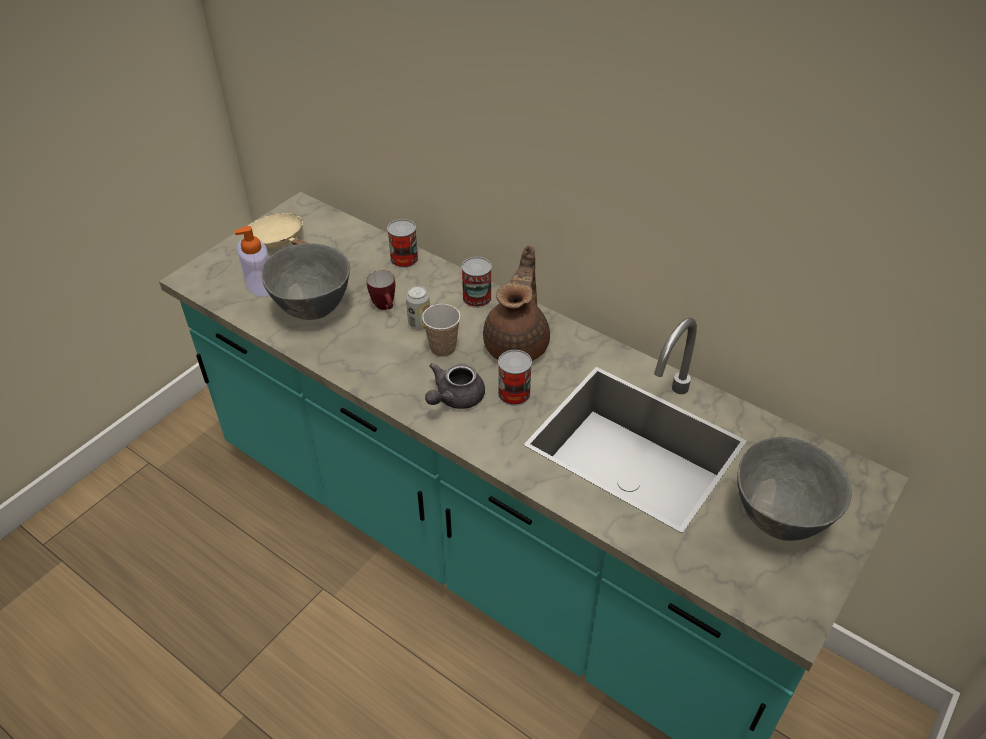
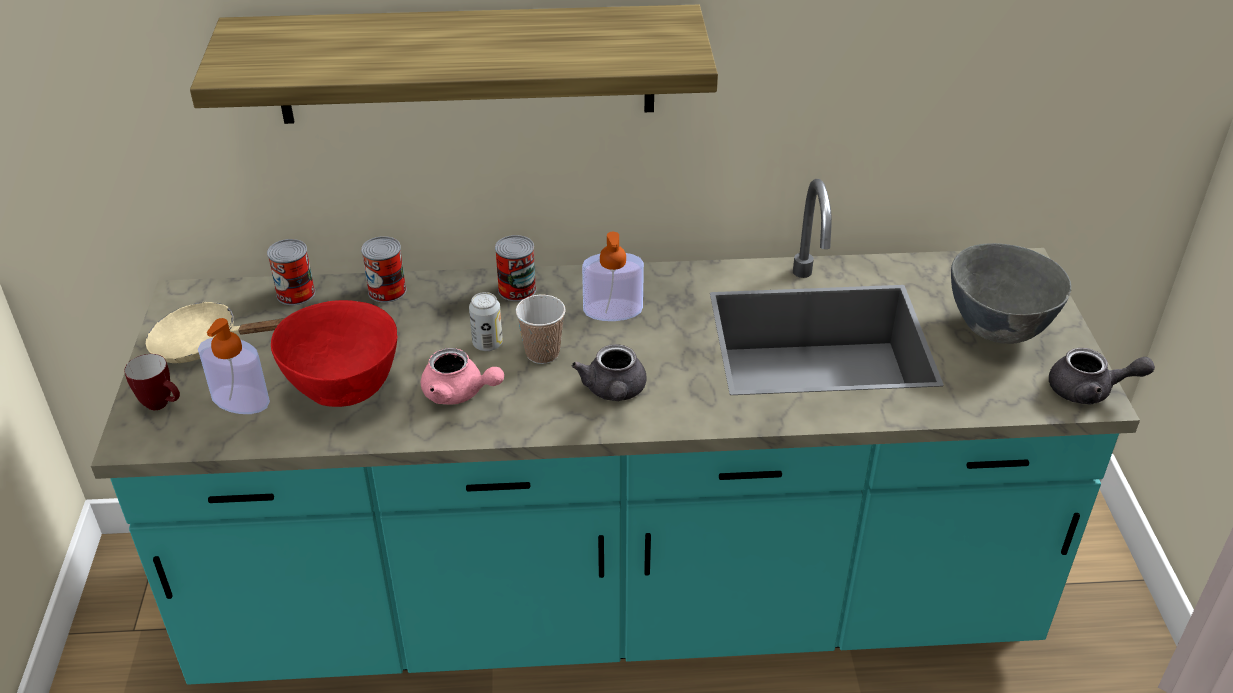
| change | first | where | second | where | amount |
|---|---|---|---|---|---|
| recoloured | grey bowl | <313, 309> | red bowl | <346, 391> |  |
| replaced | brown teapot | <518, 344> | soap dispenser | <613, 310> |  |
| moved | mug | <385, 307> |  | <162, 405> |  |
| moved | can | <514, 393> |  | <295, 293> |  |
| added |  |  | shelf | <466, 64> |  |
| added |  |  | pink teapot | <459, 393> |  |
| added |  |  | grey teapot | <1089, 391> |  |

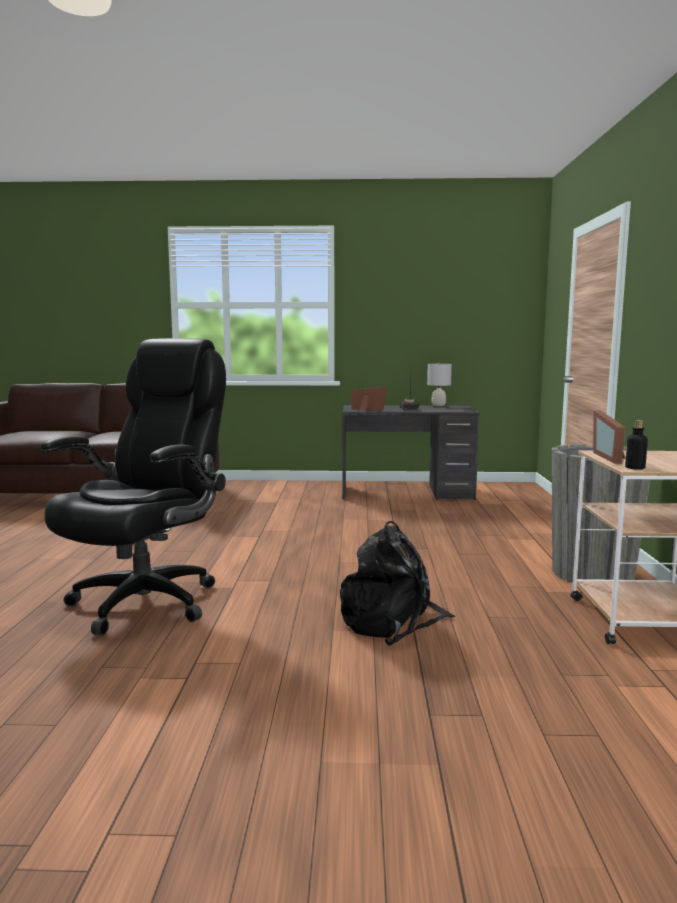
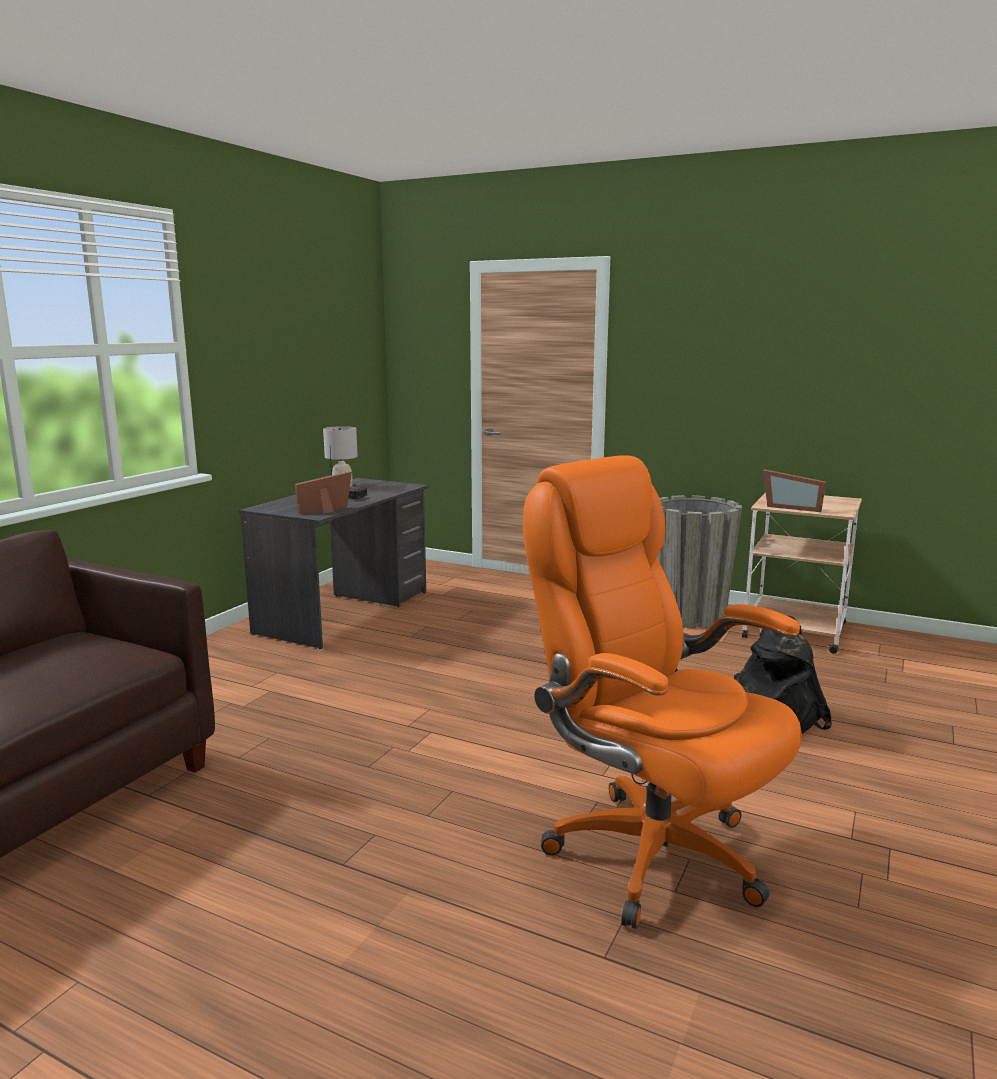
| change | first | where | second | where | amount |
|---|---|---|---|---|---|
| recoloured | black office chair | <147, 602> | orange office chair | <651, 853> |  |
| removed | bottle | <635, 468> |  |  |  |

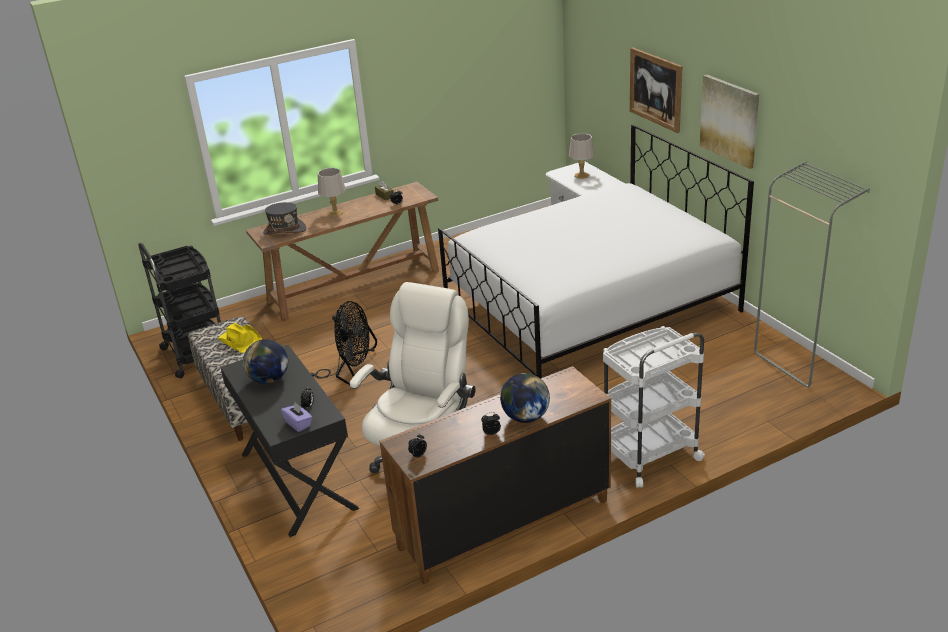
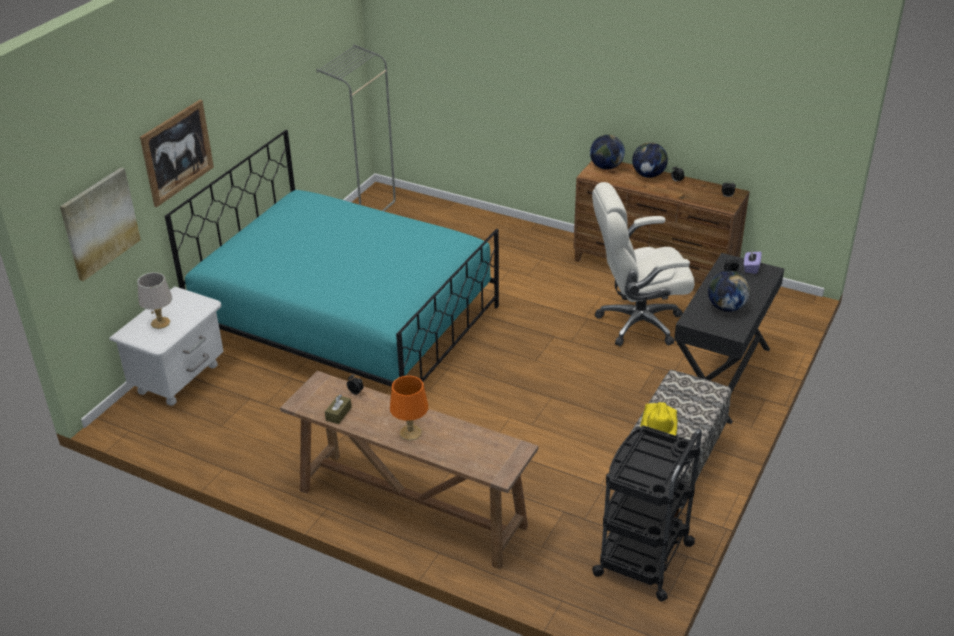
| change | first | where | second | where | amount |
|---|---|---|---|---|---|
| moved | picture | <729, 120> |  | <100, 223> |  |
| recoloured | white bed | <591, 308> | turquoise bed | <346, 323> |  |
| recoloured | grey table lamp | <335, 212> | orange table lamp | <410, 432> |  |
| removed | grey hat | <285, 230> |  |  |  |
| removed | black fan | <350, 369> |  |  |  |
| removed | white cart | <649, 455> |  |  |  |
| added |  |  | globe | <606, 167> |  |

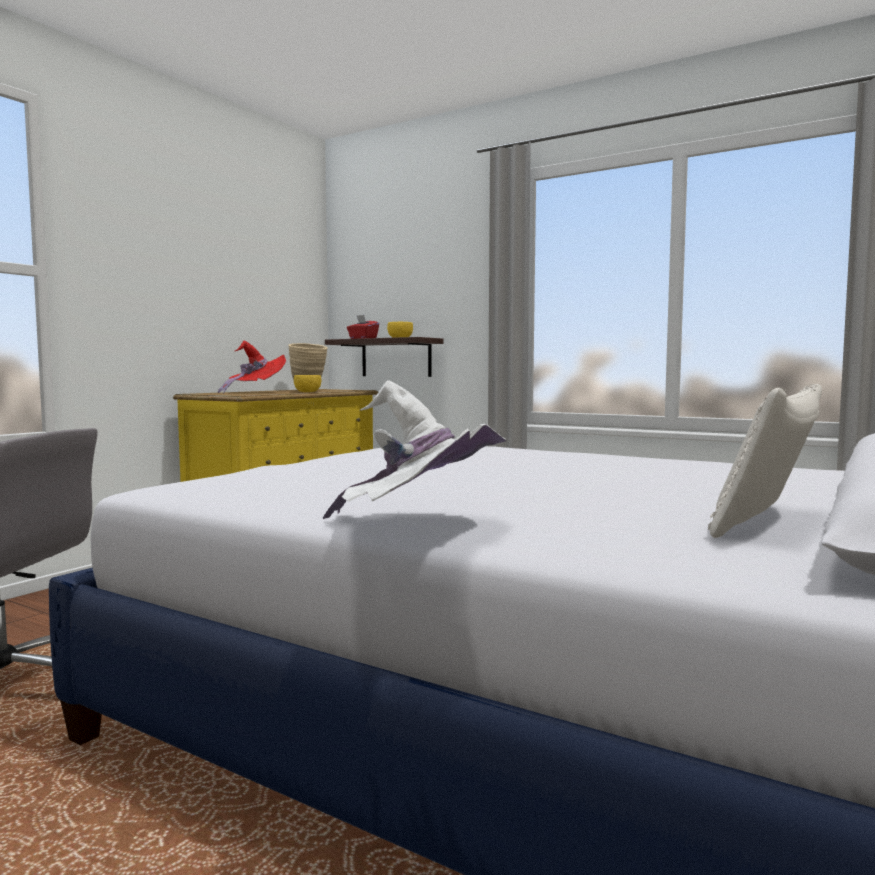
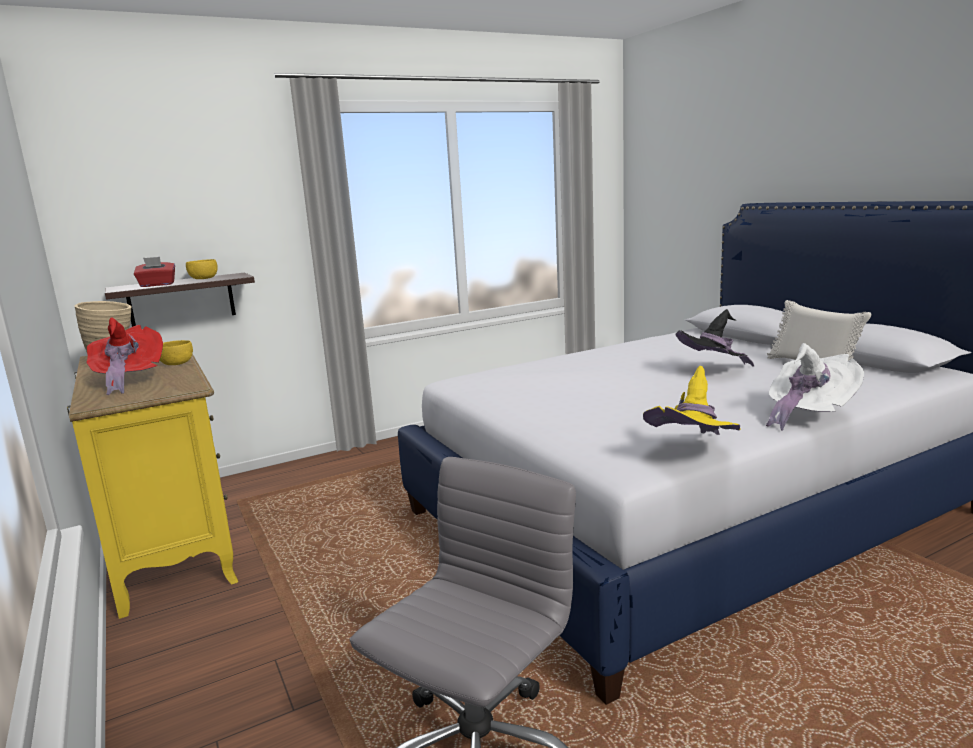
| change | first | where | second | where | amount |
|---|---|---|---|---|---|
| added |  |  | black hat | <713, 372> |  |
| added |  |  | yellow hat | <694, 455> |  |

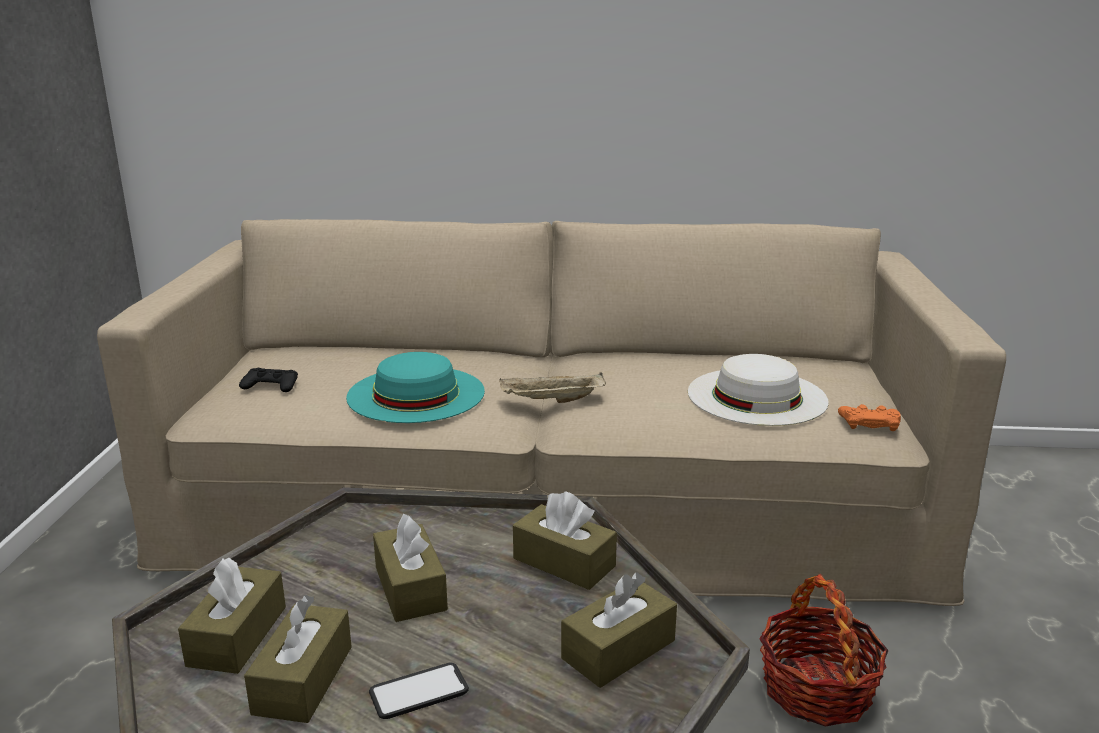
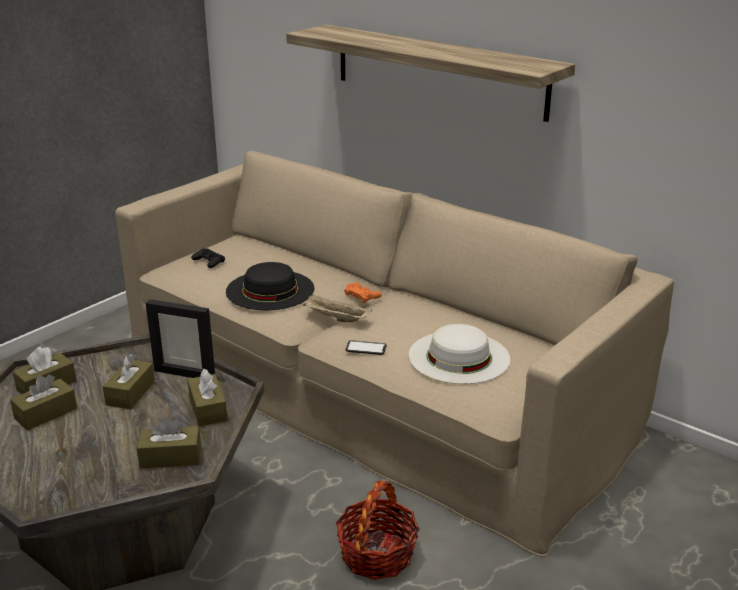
| change | first | where | second | where | amount |
|---|---|---|---|---|---|
| recoloured | turquoise hat | <416, 394> | black hat | <270, 290> |  |
| moved | orange game controller | <869, 422> |  | <362, 295> |  |
| moved | phone | <419, 692> |  | <366, 348> |  |
| added |  |  | shelf | <438, 71> |  |
| added |  |  | picture frame | <185, 373> |  |

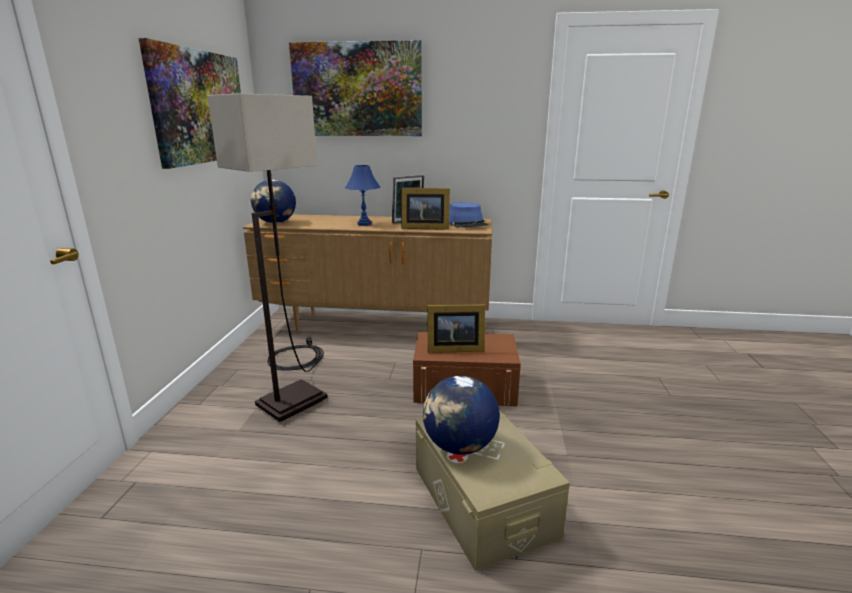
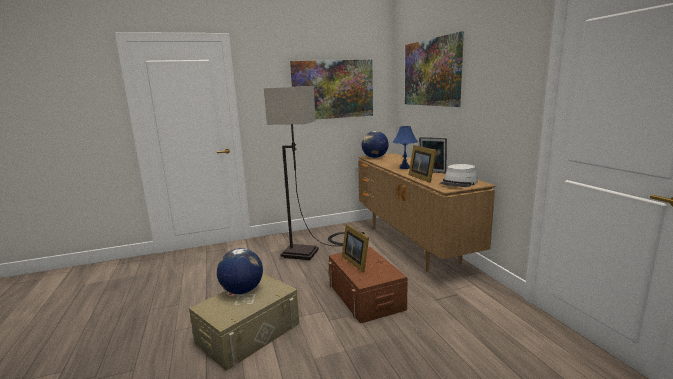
| change | first | where | second | where | amount |
|---|---|---|---|---|---|
| recoloured | blue hat | <467, 224> | grey hat | <459, 183> |  |

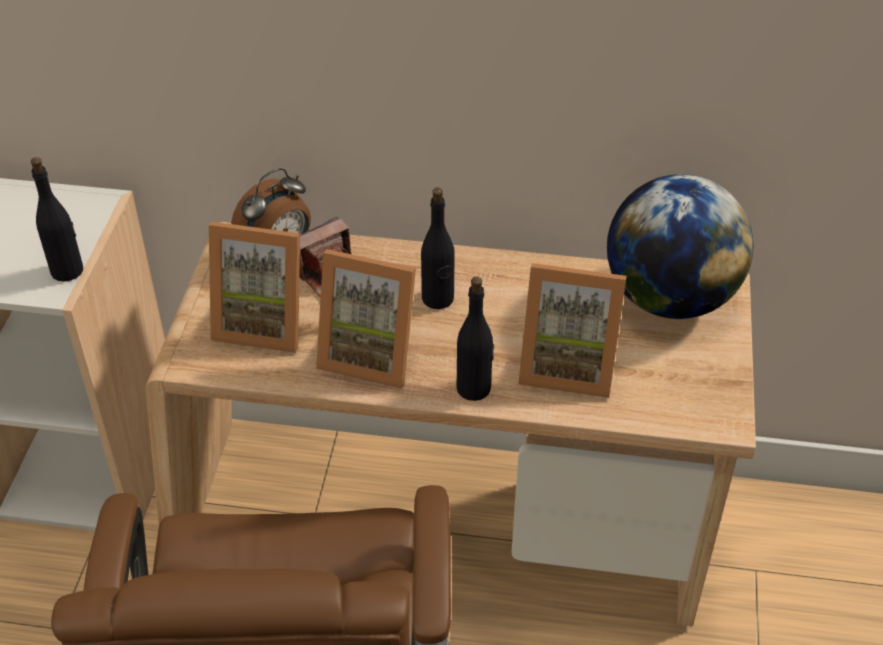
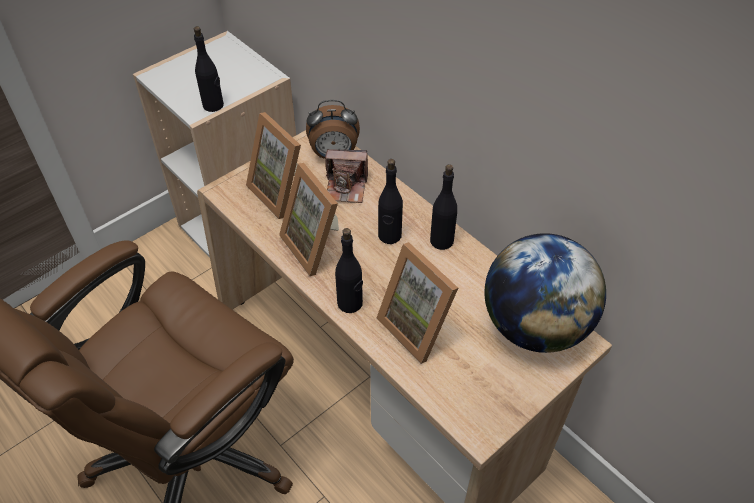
| change | first | where | second | where | amount |
|---|---|---|---|---|---|
| added |  |  | black bottle | <441, 240> |  |

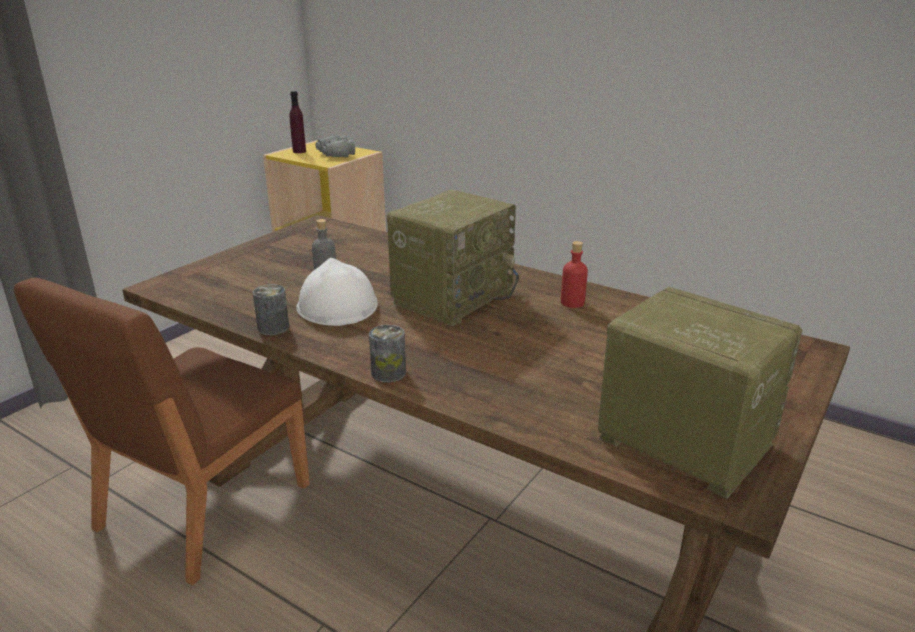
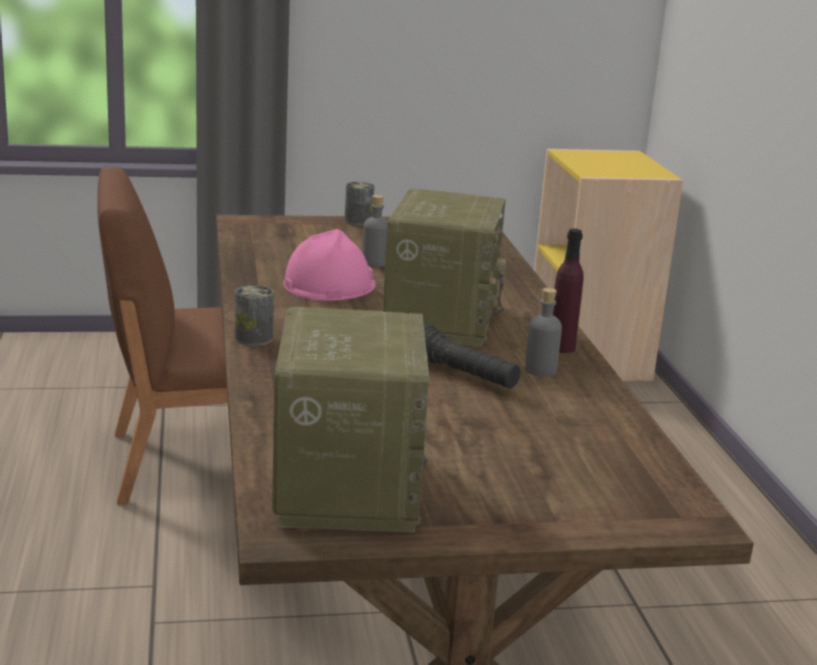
| change | first | where | second | where | amount |
|---|---|---|---|---|---|
| moved | purple bottle | <299, 151> |  | <561, 347> |  |
| removed | grey binoculars | <335, 154> |  |  |  |
| turned | radio | <453, 297> |  | <440, 318> | 75 degrees counterclockwise |
| recoloured | red bottle | <572, 302> | grey bottle | <540, 370> |  |
| recoloured | white hard hat | <337, 306> | pink hard hat | <329, 285> |  |
| moved | can | <273, 328> |  | <358, 221> |  |
| added |  |  | black flashlight | <462, 376> |  |

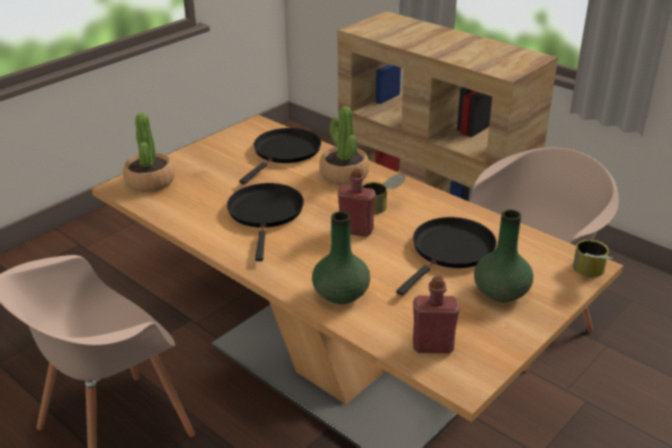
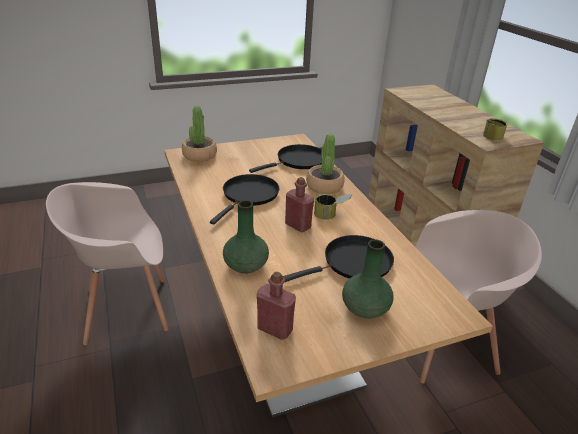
| change | first | where | second | where | amount |
|---|---|---|---|---|---|
| moved | can | <590, 273> |  | <491, 138> |  |

